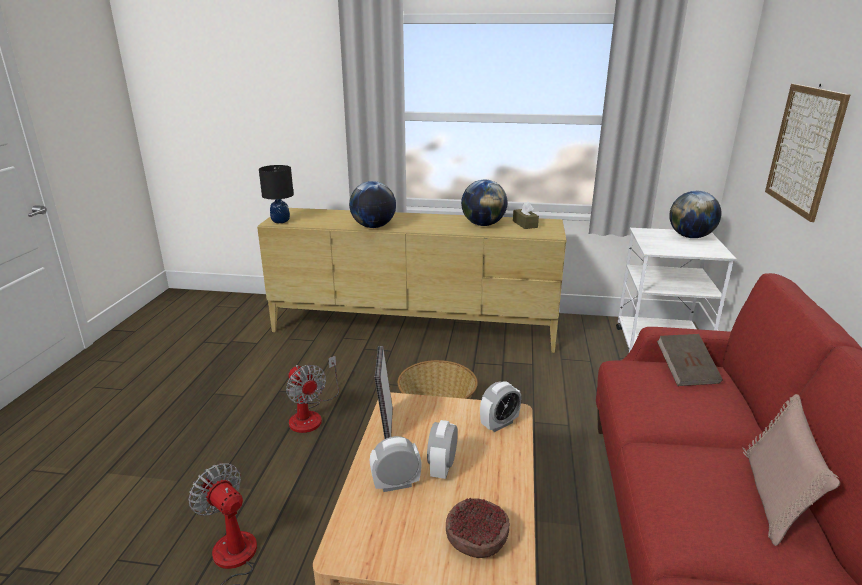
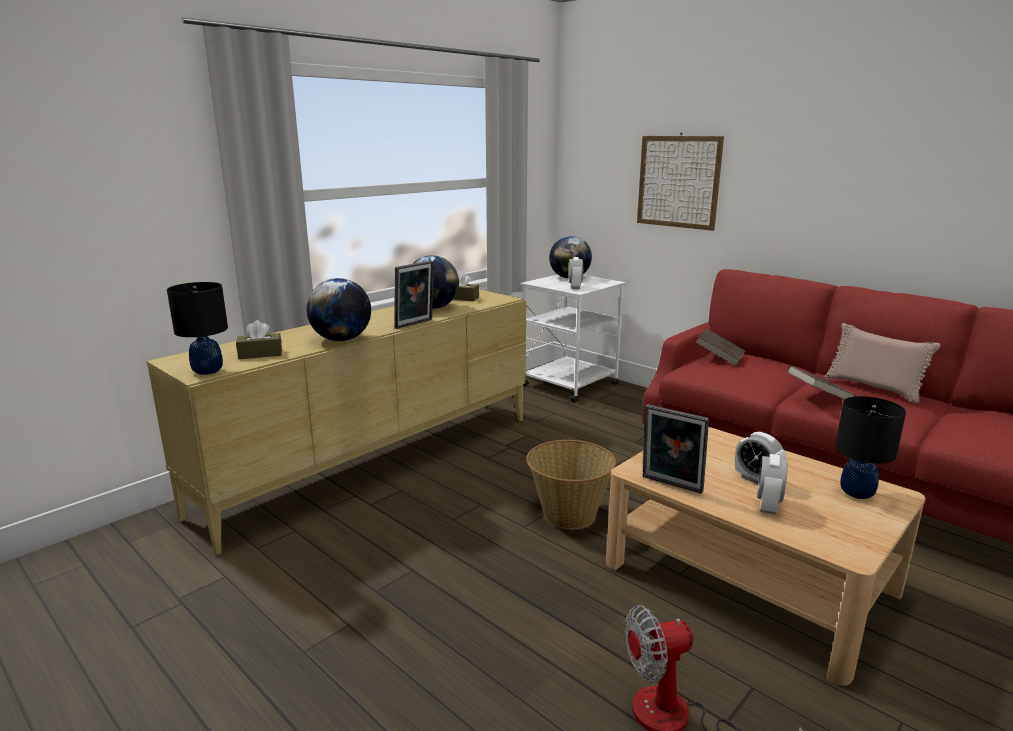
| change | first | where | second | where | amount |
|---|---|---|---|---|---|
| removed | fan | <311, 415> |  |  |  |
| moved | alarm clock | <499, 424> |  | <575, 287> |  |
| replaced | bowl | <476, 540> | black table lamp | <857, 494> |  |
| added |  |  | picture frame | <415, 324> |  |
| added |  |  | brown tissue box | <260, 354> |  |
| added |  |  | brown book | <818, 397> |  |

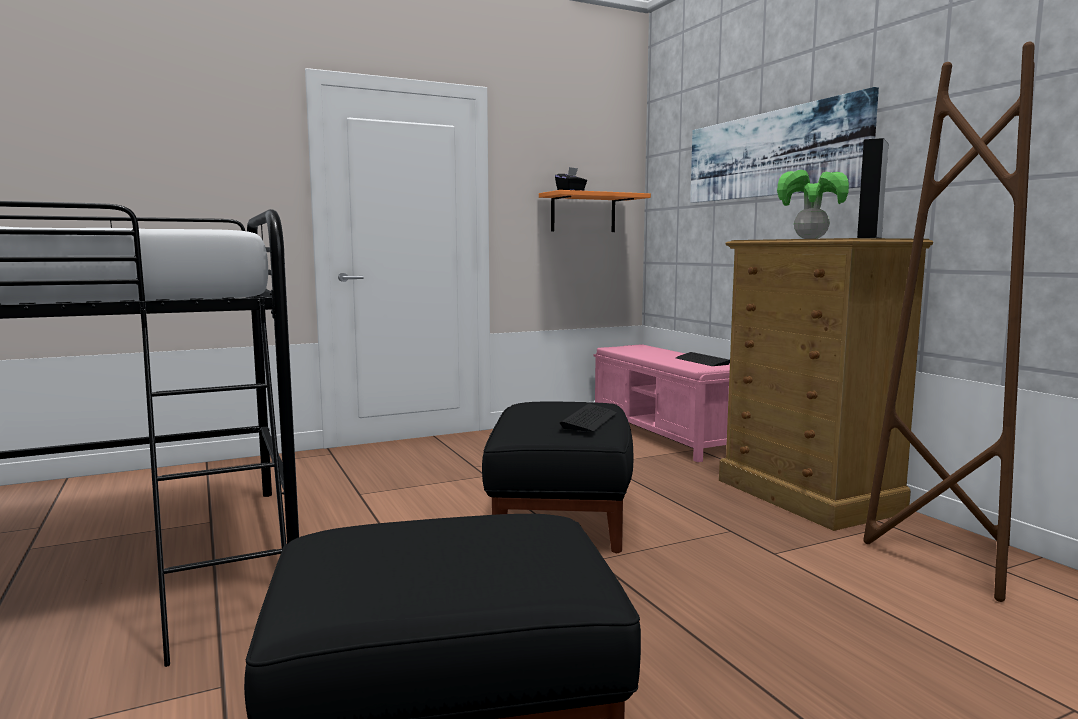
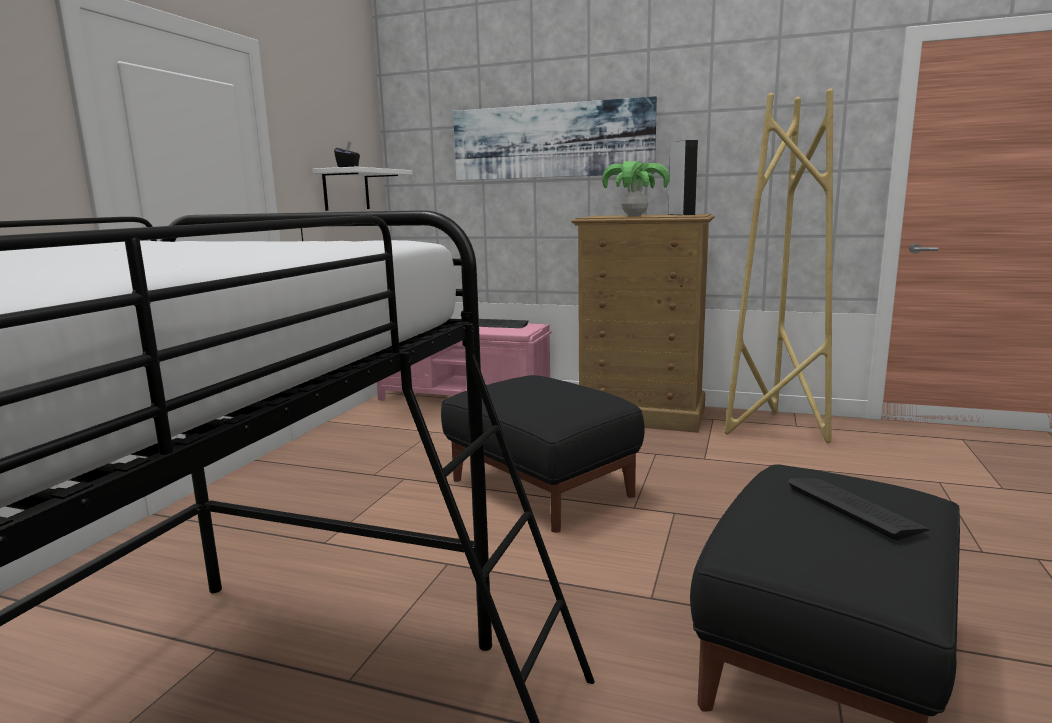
| change | first | where | second | where | amount |
|---|---|---|---|---|---|
| recoloured | brown clothes rack | <955, 562> | yellow clothes rack | <776, 429> |  |
| recoloured | orange shelf | <583, 213> | white shelf | <346, 190> |  |
| moved | keyboard | <589, 420> |  | <854, 508> |  |

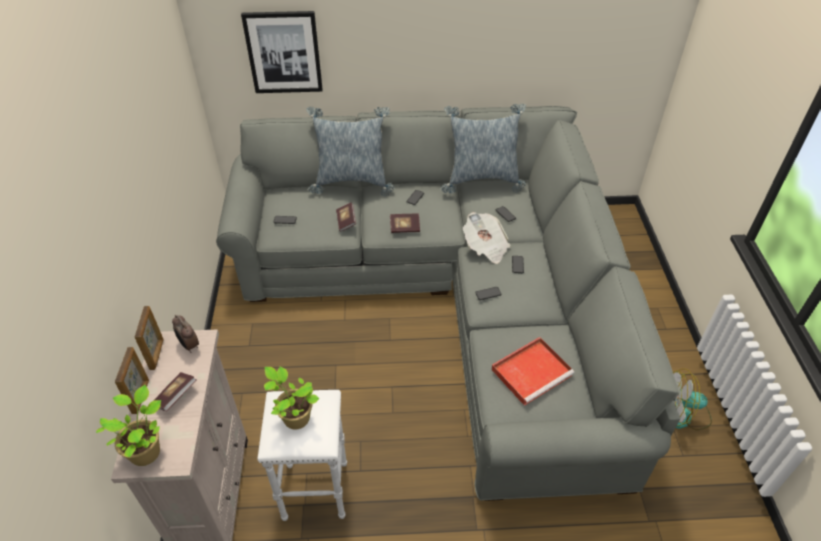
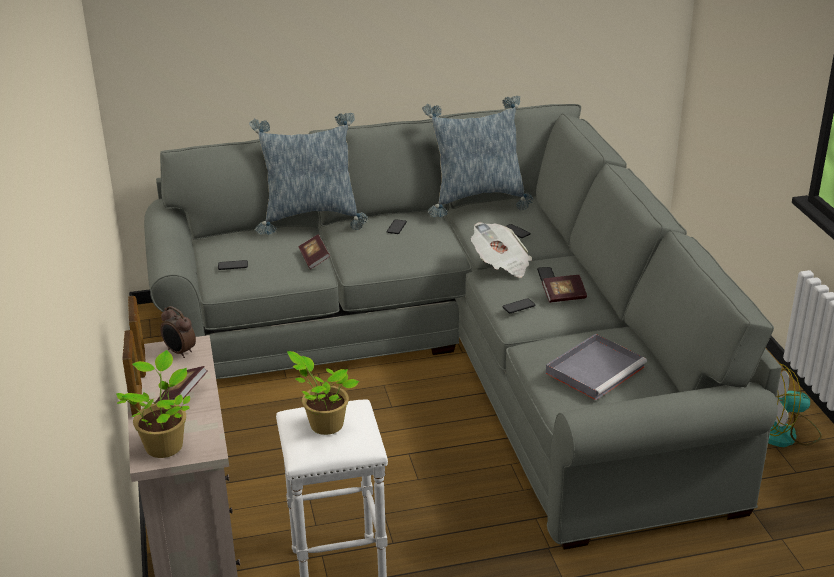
| change | first | where | second | where | amount |
|---|---|---|---|---|---|
| removed | picture | <283, 52> |  |  |  |
| moved | book | <404, 228> |  | <563, 296> |  |
| recoloured | red tray | <532, 371> | grey tray | <596, 369> |  |

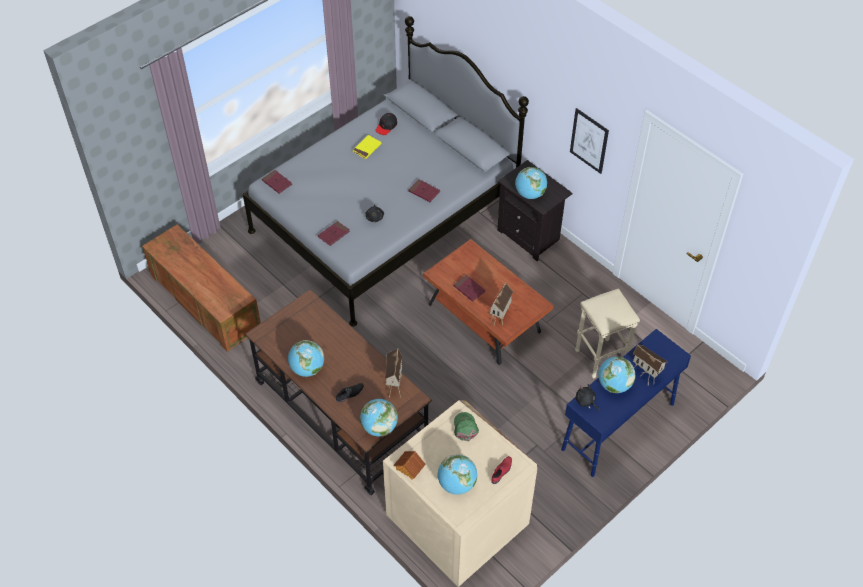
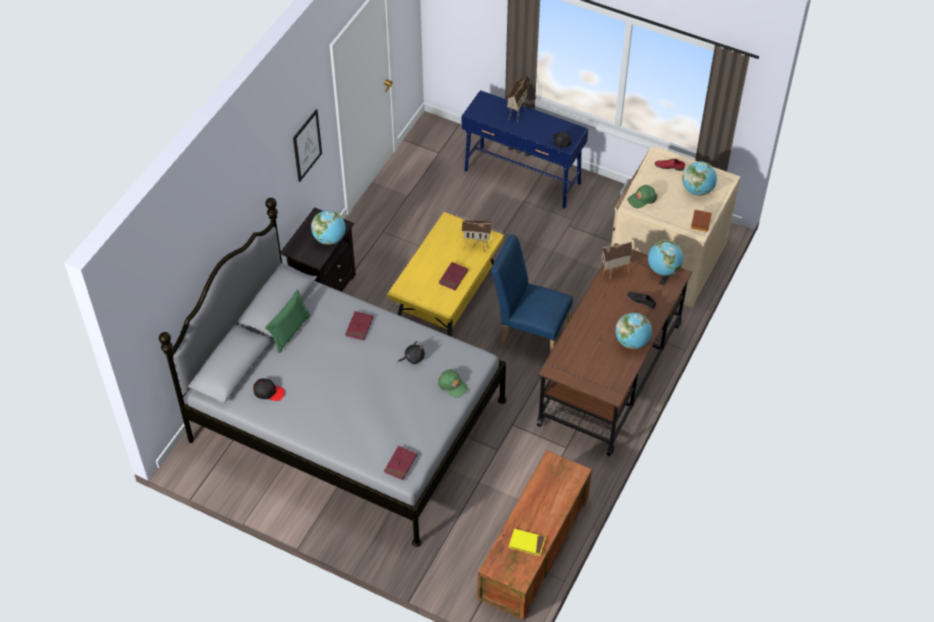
| change | first | where | second | where | amount |
|---|---|---|---|---|---|
| moved | yellow book | <367, 148> |  | <527, 543> |  |
| replaced | red book | <333, 234> | green cap | <452, 385> |  |
| recoloured | brown coffee table | <484, 319> | yellow coffee table | <447, 297> |  |
| removed | beige stool | <600, 357> |  |  |  |
| removed | globe | <614, 385> |  |  |  |
| added |  |  | blue chair | <529, 335> |  |
| added |  |  | green pillow | <290, 331> |  |

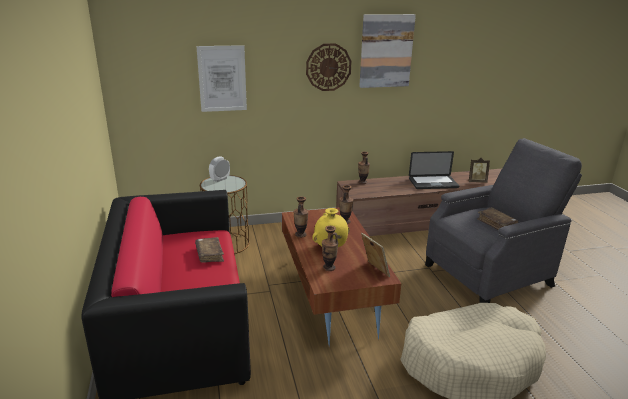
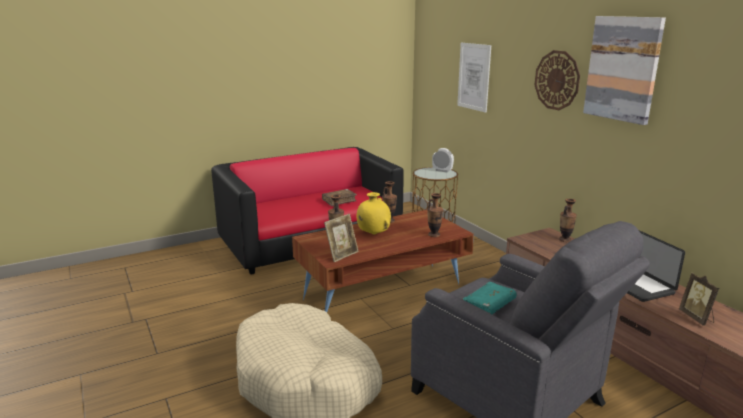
| change | first | where | second | where | amount |
|---|---|---|---|---|---|
| recoloured | brown book | <496, 223> | turquoise book | <488, 306> |  |

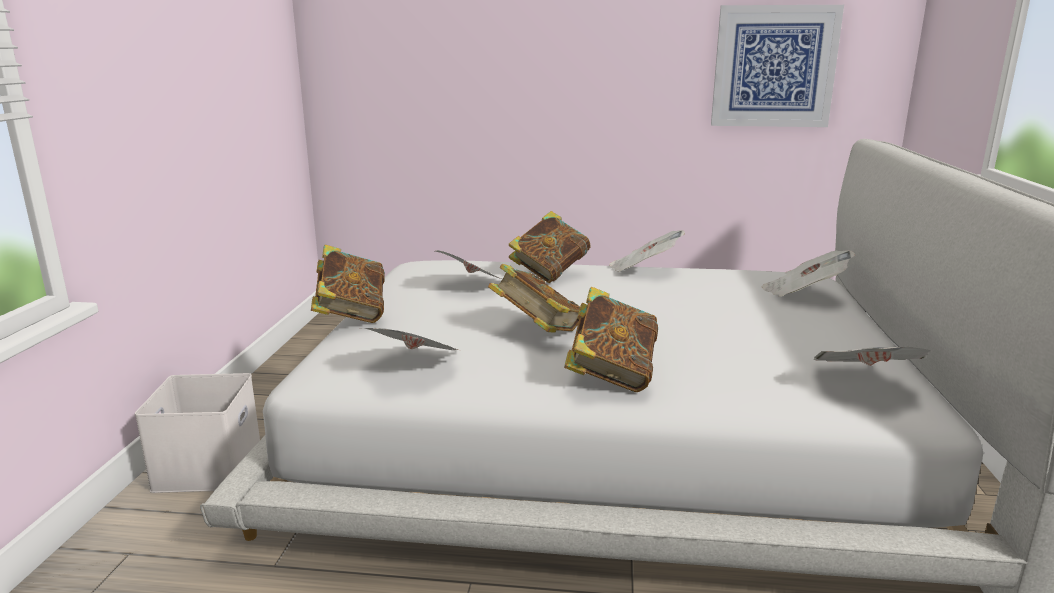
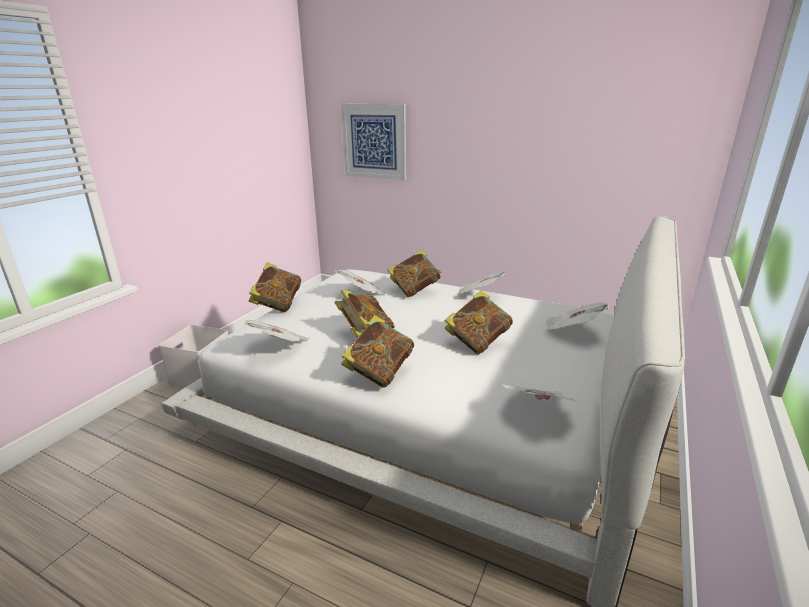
| change | first | where | second | where | amount |
|---|---|---|---|---|---|
| moved | picture | <774, 67> |  | <374, 141> |  |
| added |  |  | book | <477, 342> |  |

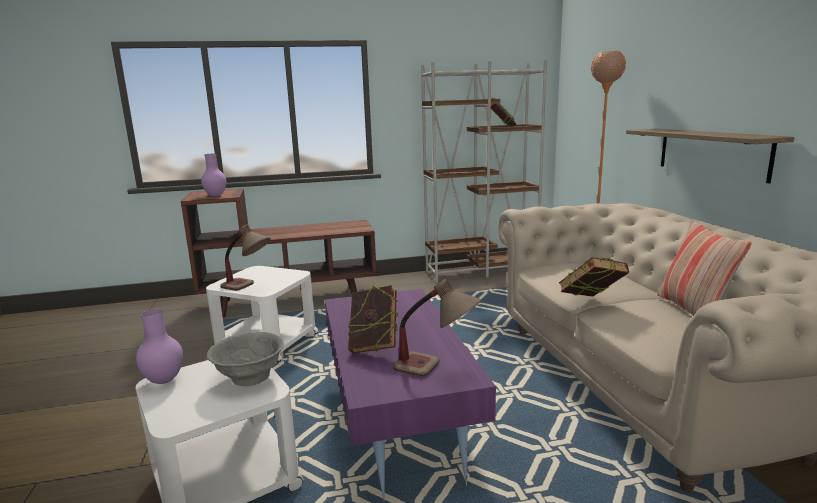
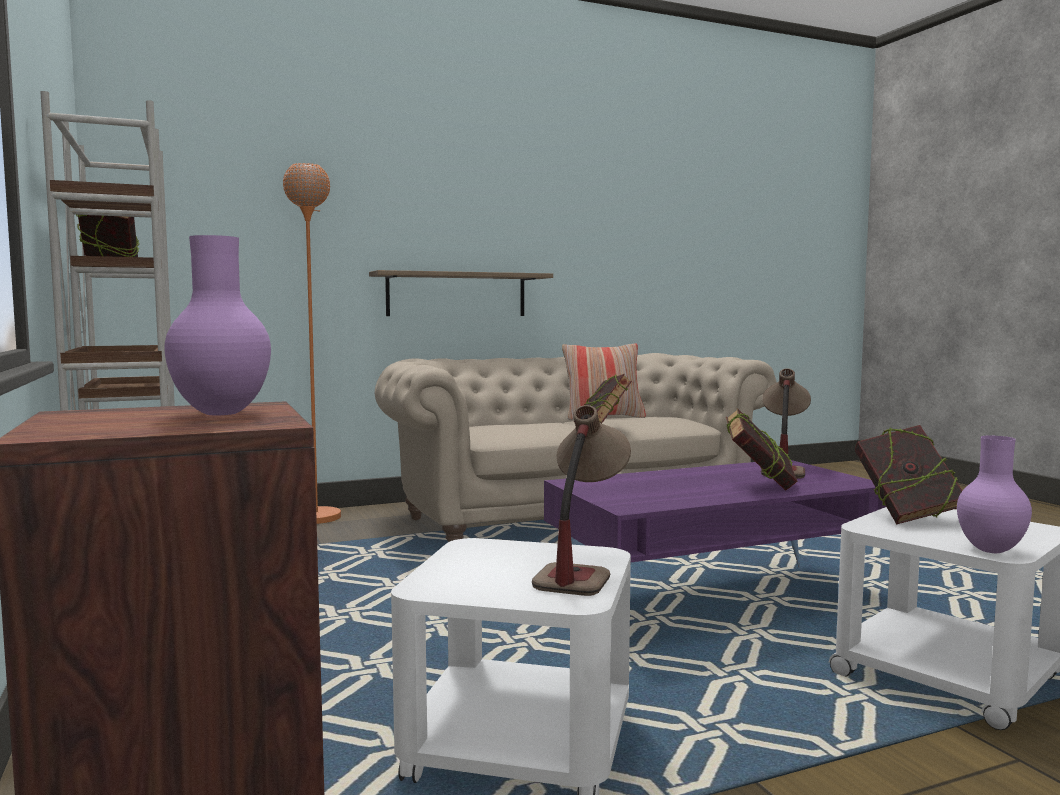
| change | first | where | second | where | amount |
|---|---|---|---|---|---|
| replaced | grey bowl | <249, 377> | book | <906, 517> |  |

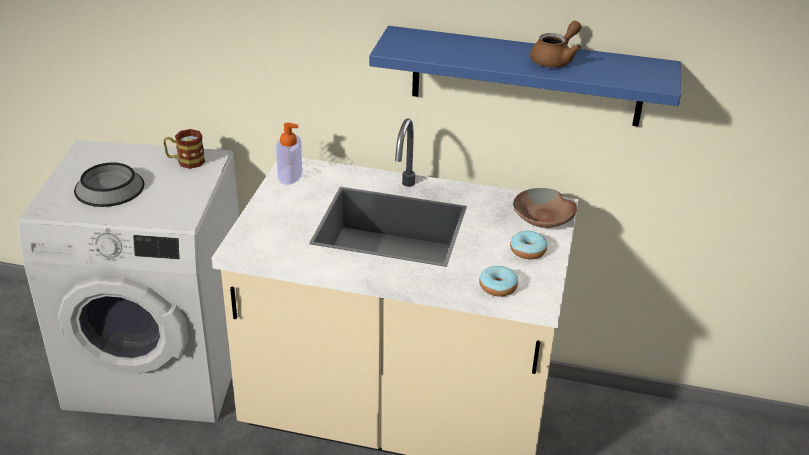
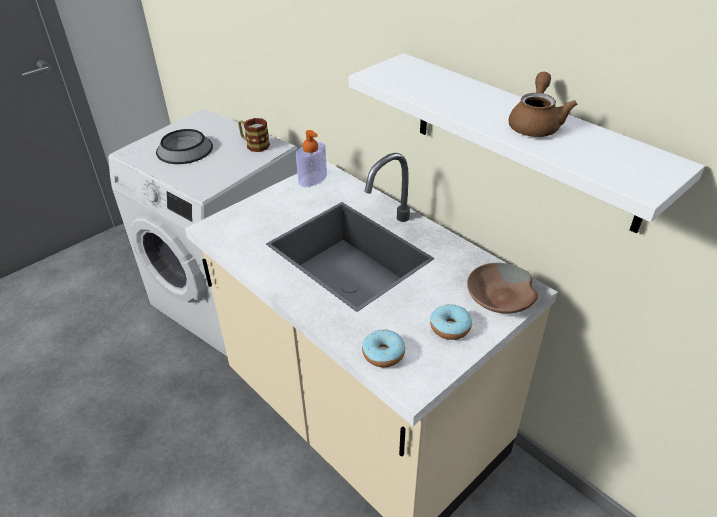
| change | first | where | second | where | amount |
|---|---|---|---|---|---|
| turned | brown teapot | <555, 59> |  | <535, 124> | 60 degrees counterclockwise |
| recoloured | blue shelf | <526, 77> | white shelf | <523, 139> |  |

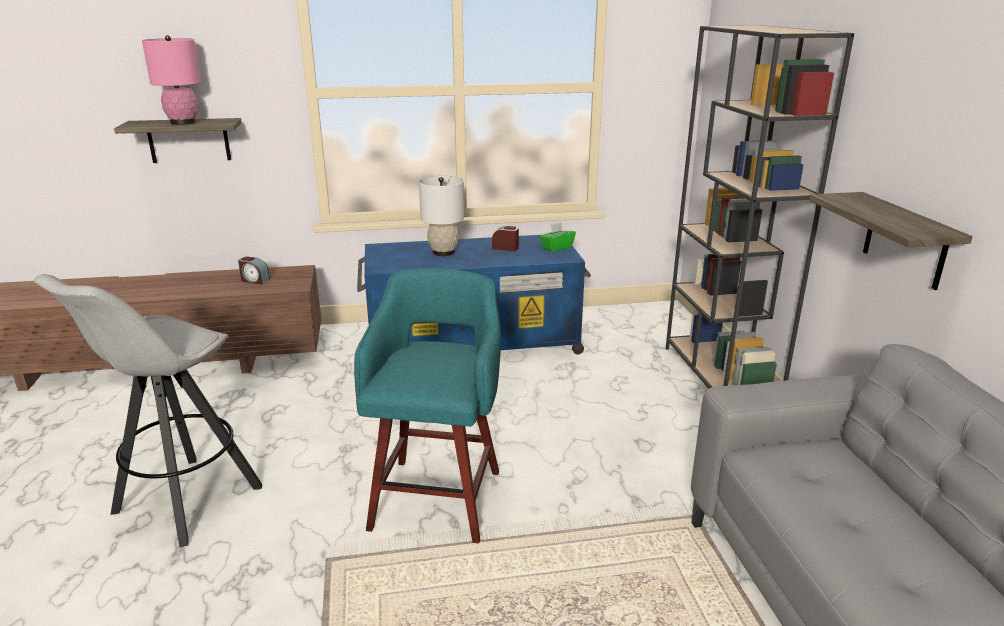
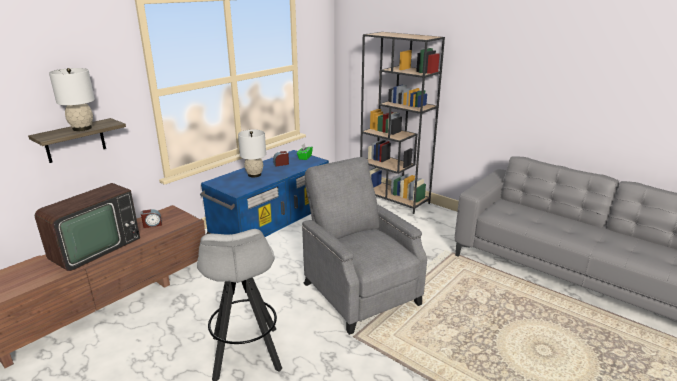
| change | first | where | second | where | amount |
|---|---|---|---|---|---|
| recoloured | pink table lamp | <183, 122> | white table lamp | <82, 128> |  |
| removed | shelf | <905, 241> |  |  |  |
| replaced | turquoise stool | <438, 496> | grey armchair | <358, 291> |  |
| added |  |  | television | <92, 248> |  |

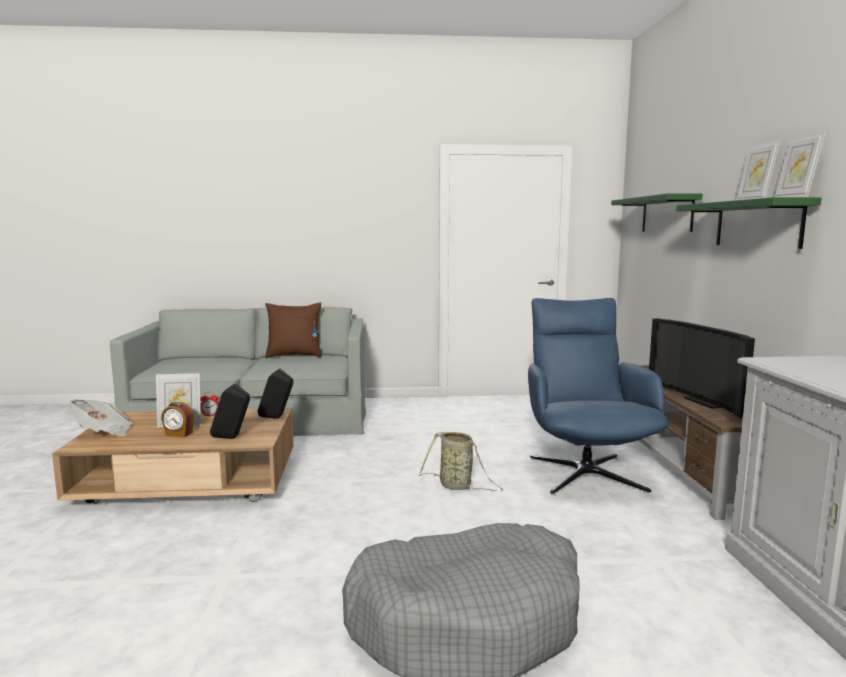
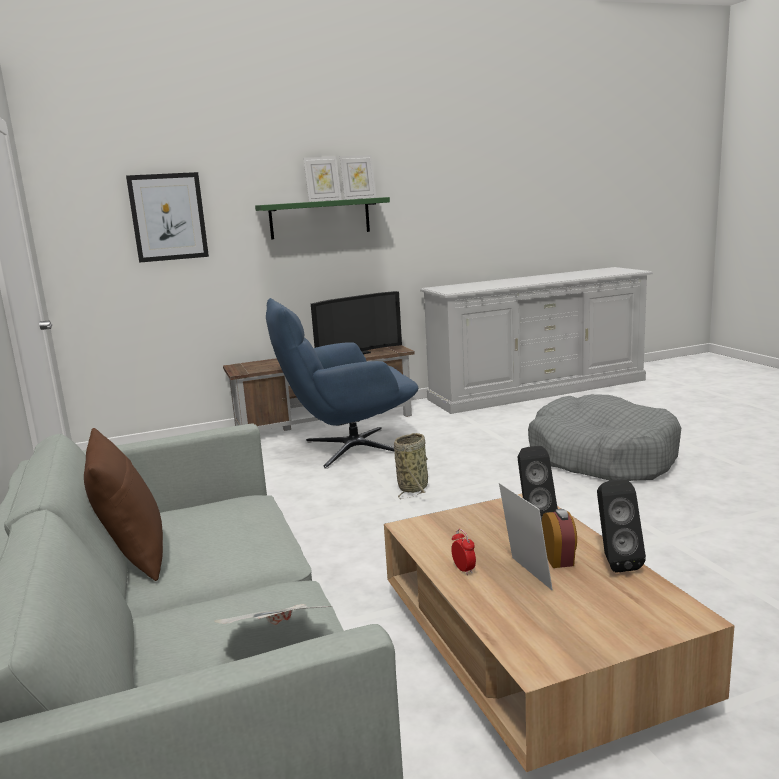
| change | first | where | second | where | amount |
|---|---|---|---|---|---|
| replaced | green shelf | <666, 214> | picture | <168, 217> |  |
| moved | black speaker | <277, 418> |  | <614, 562> |  |
| moved | newspaper | <102, 432> |  | <279, 640> |  |

